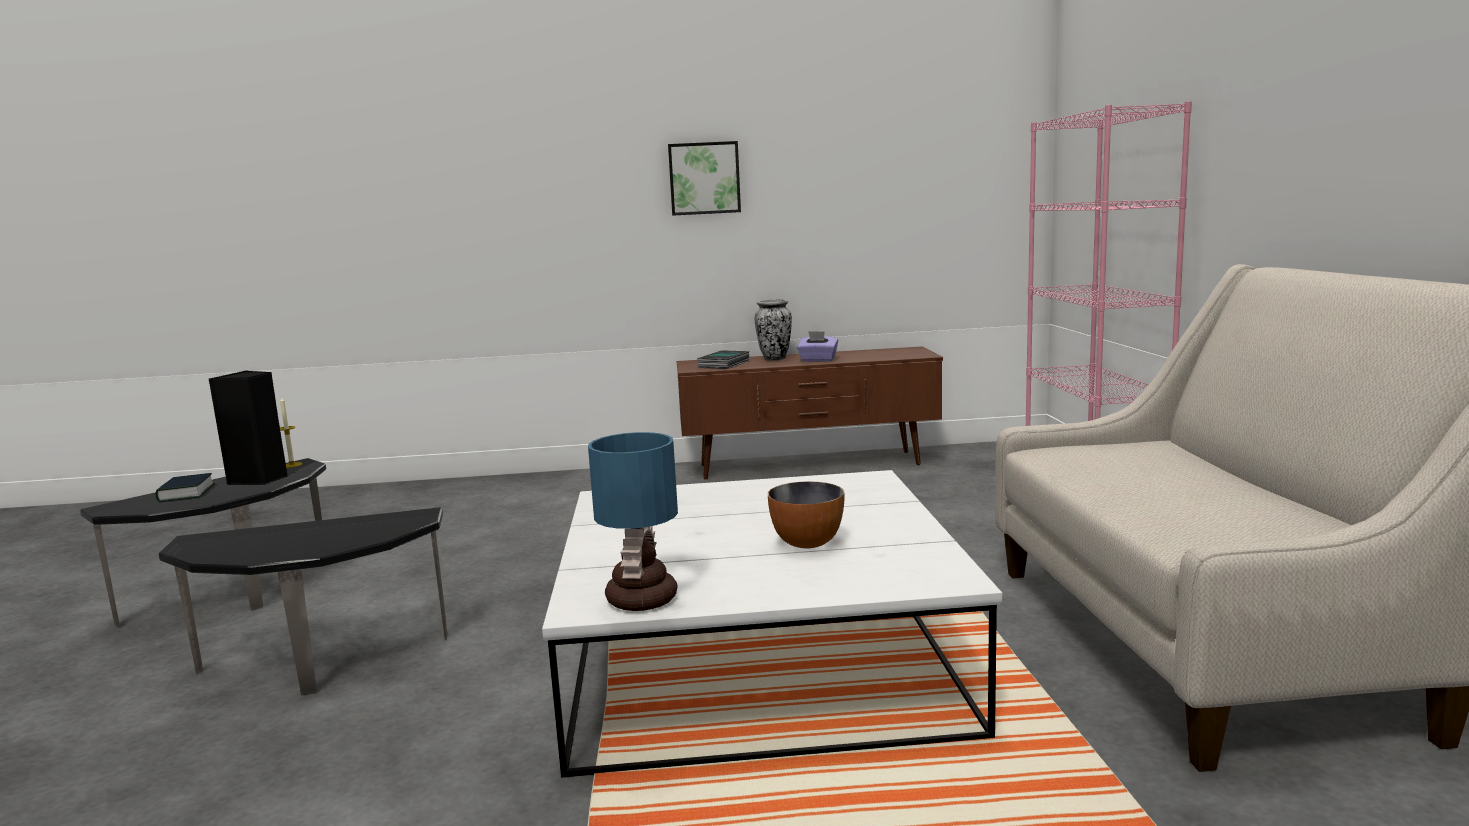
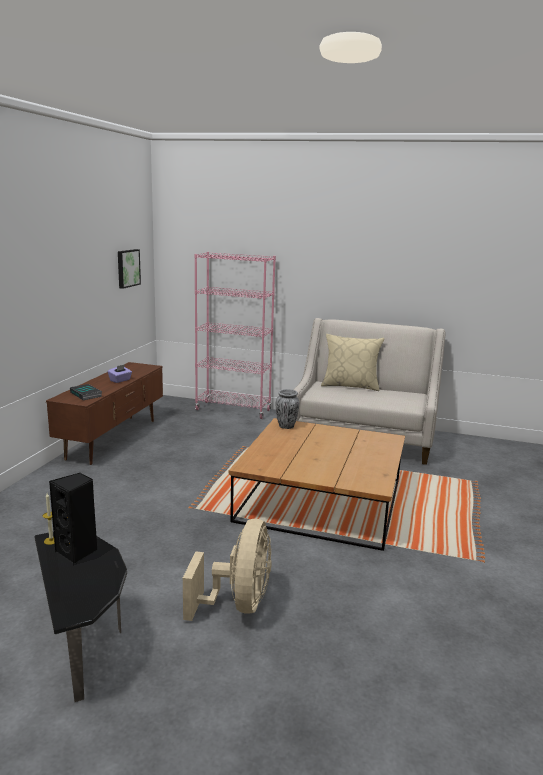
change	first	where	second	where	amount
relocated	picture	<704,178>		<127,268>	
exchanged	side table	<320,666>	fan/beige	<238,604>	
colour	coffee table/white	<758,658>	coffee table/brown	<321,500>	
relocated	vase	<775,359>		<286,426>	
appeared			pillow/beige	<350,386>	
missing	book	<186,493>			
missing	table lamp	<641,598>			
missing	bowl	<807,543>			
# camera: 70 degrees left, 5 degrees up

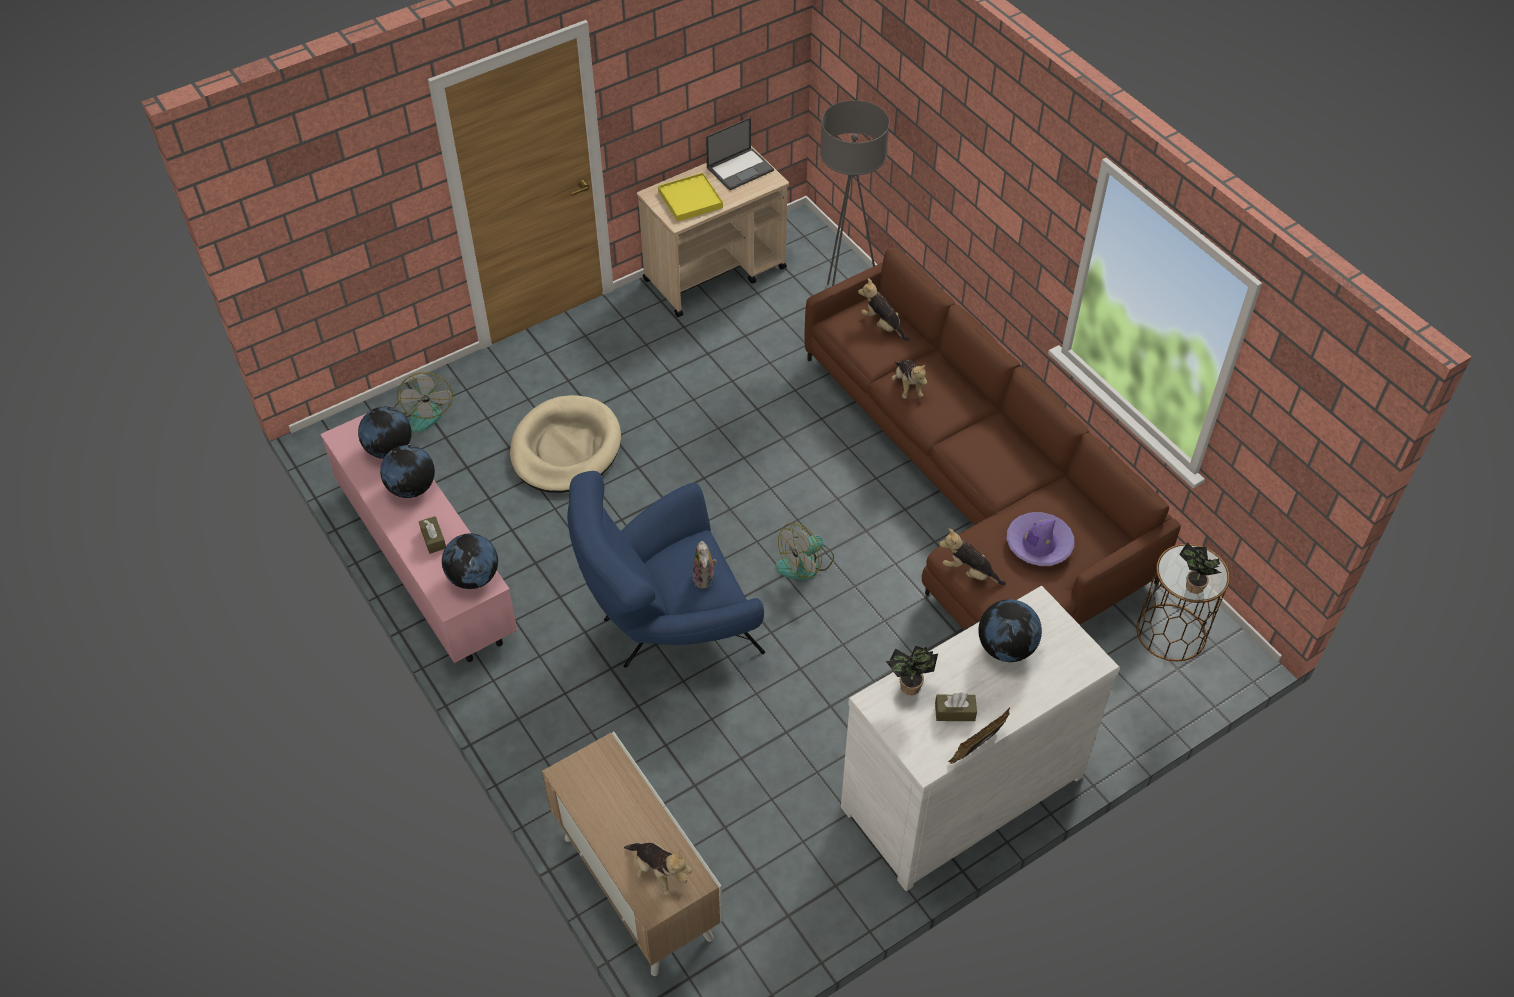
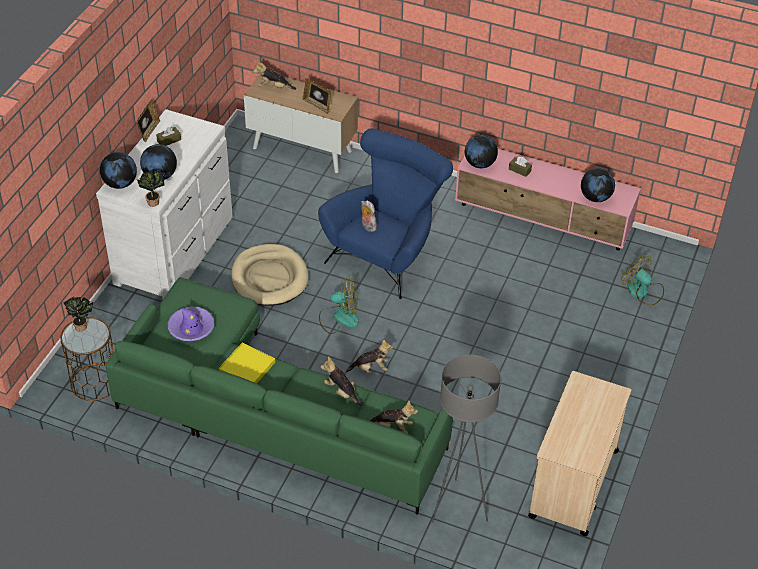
change	first	where	second	where	amount
relocated	globe	<412,488>		<120,184>	
colour	sofa/brown	<974,489>	sofa/green	<268,412>	
relocated	potted plant	<908,688>		<153,201>	
relocated	tray/yellow	<690,199>		<247,367>	
relocated	dog bed/beige	<565,448>		<269,278>	
appeared			picture frame	<317,105>	
spun	fan	<805,563>		<339,317>	75 degrees clockwise
relocated	plush toy	<969,572>		<371,368>	
missing	laptop	<740,168>			
# camera: 145 degrees right, 5 degrees down

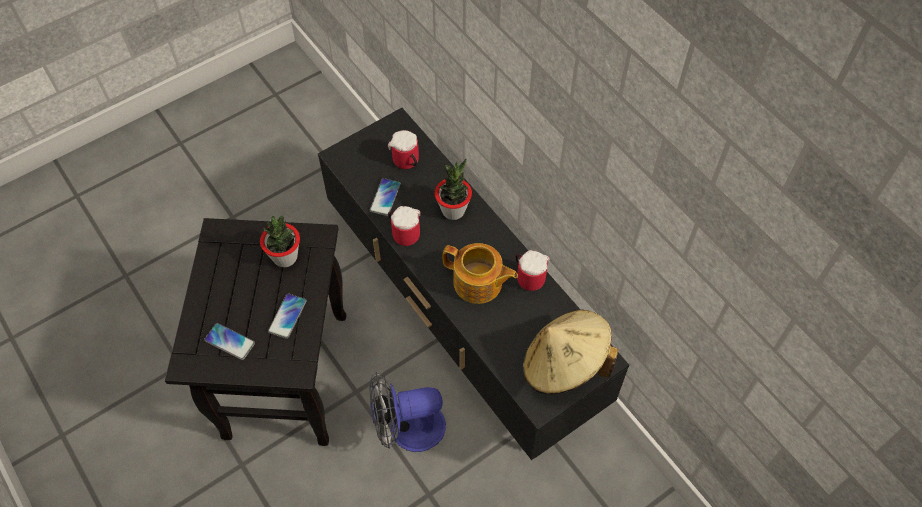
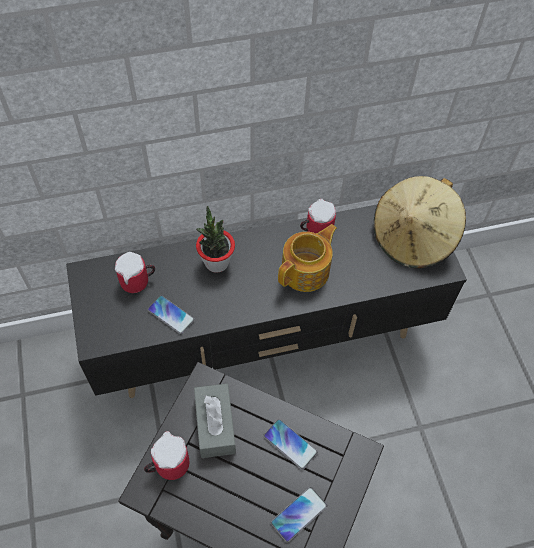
change	first	where	second	where	amount
relocated	mug	<404,232>		<167,464>	
exchanged	potted plant	<285,257>	tissue box/grey	<215,425>	
missing	fan	<407,429>			
# camera: 70 degrees left, 0 degrees up

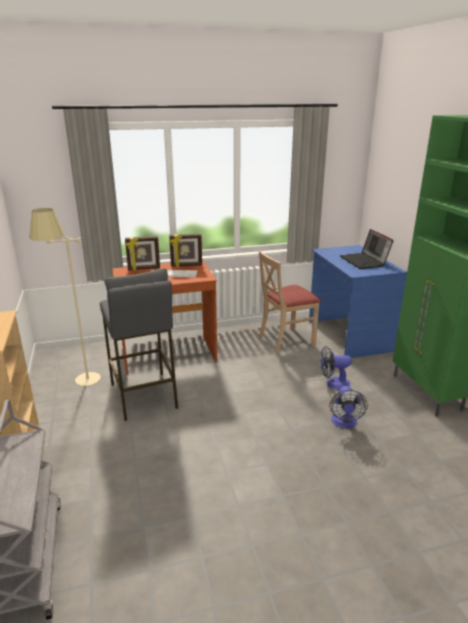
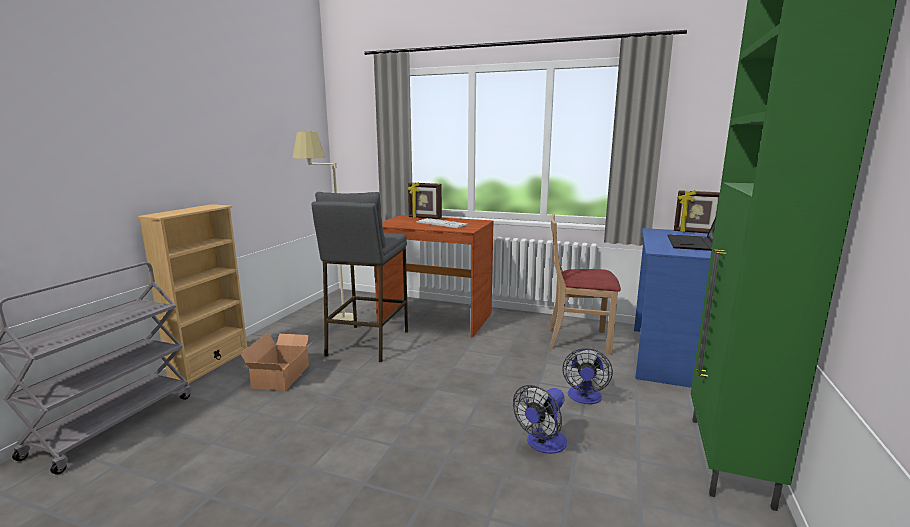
change	first	where	second	where	amount
appeared			cardboard box	<284,376>	
spun	fan	<333,383>		<584,398>	105 degrees counterclockwise
relocated	picture frame	<186,265>		<695,232>	
# camera: 35 degrees right, 10 degrees down

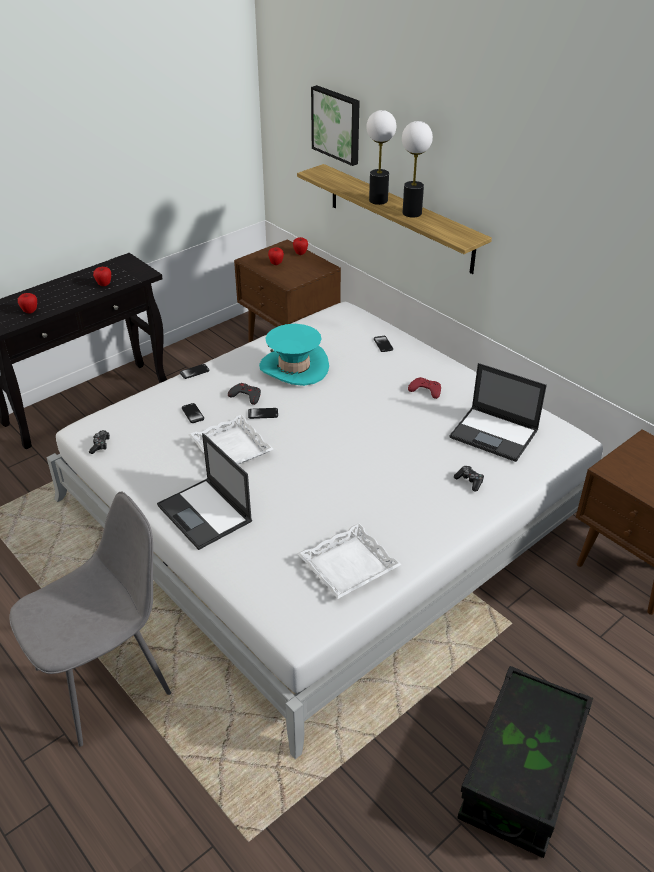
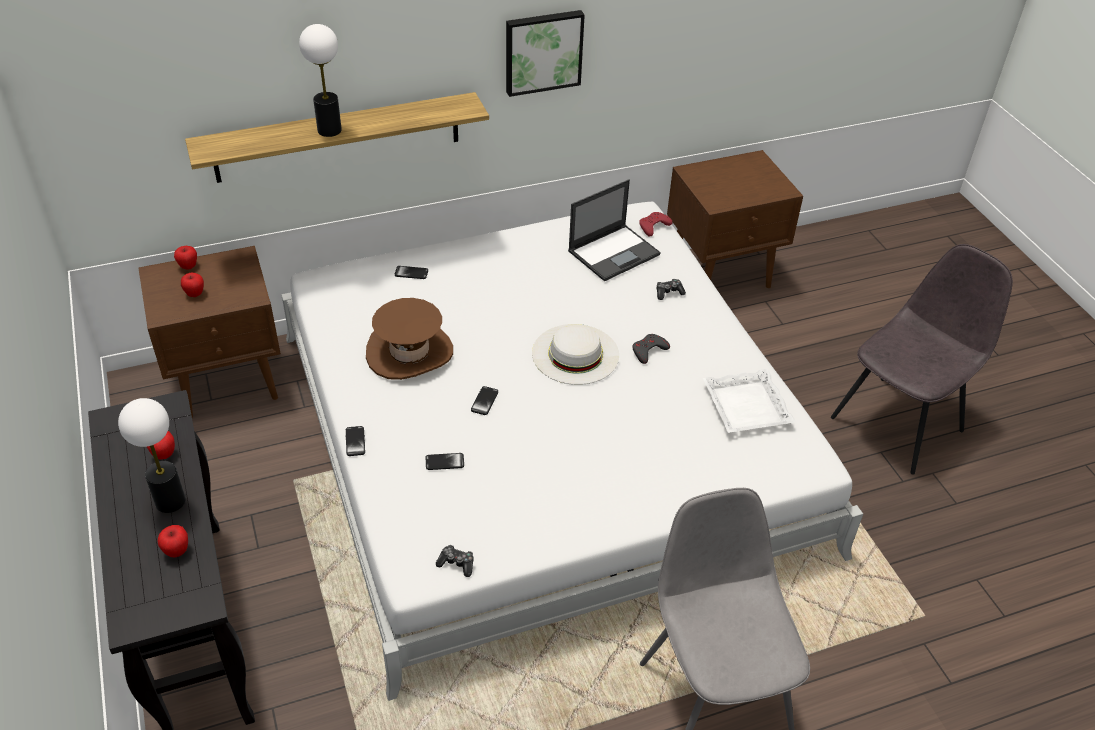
change	first	where	second	where	amount
relocated	table lamp	<411,213>		<169,501>	
colour	hat/turquoise	<294,367>	hat/brown	<409,352>	
relocated	picture	<337,124>		<543,51>	
appeared			hat/white	<575,354>	
relocated	game controller/grey	<246,396>		<648,351>	
relocated	game controller/red	<425,390>		<653,226>	
exchanged	storage box/black	<521,776>	chair/grey	<899,422>	
missing	laptop	<205,514>			
missing	tray/white	<231,448>			
# camera: 70 degrees left, 5 degrees up

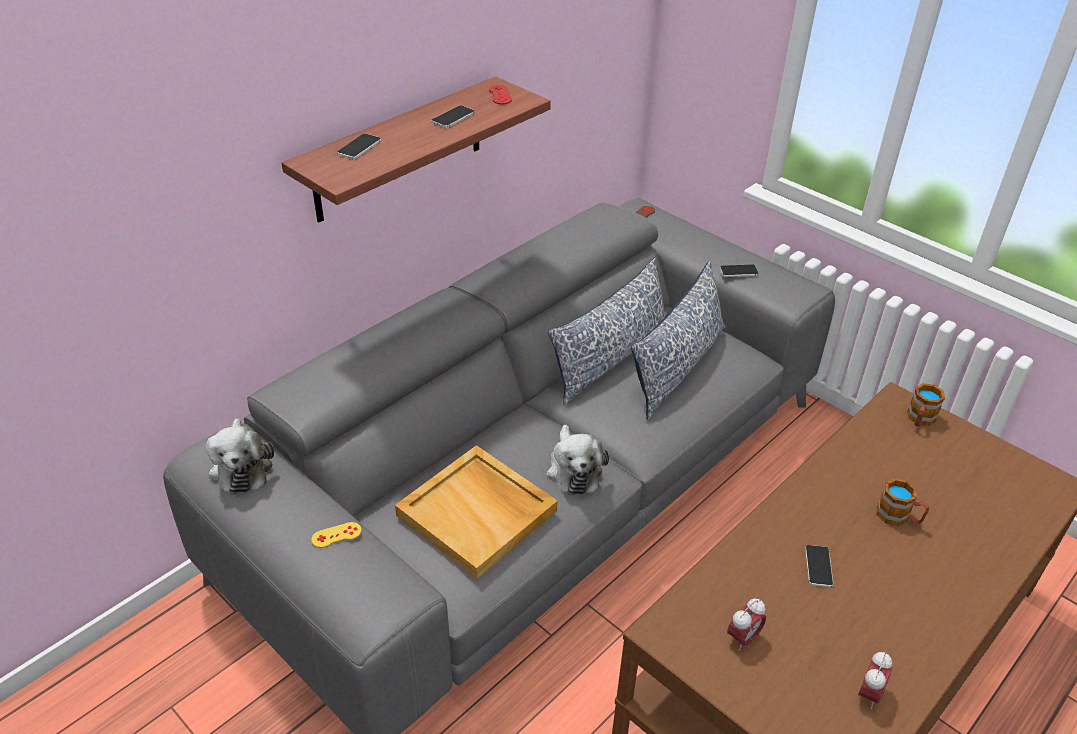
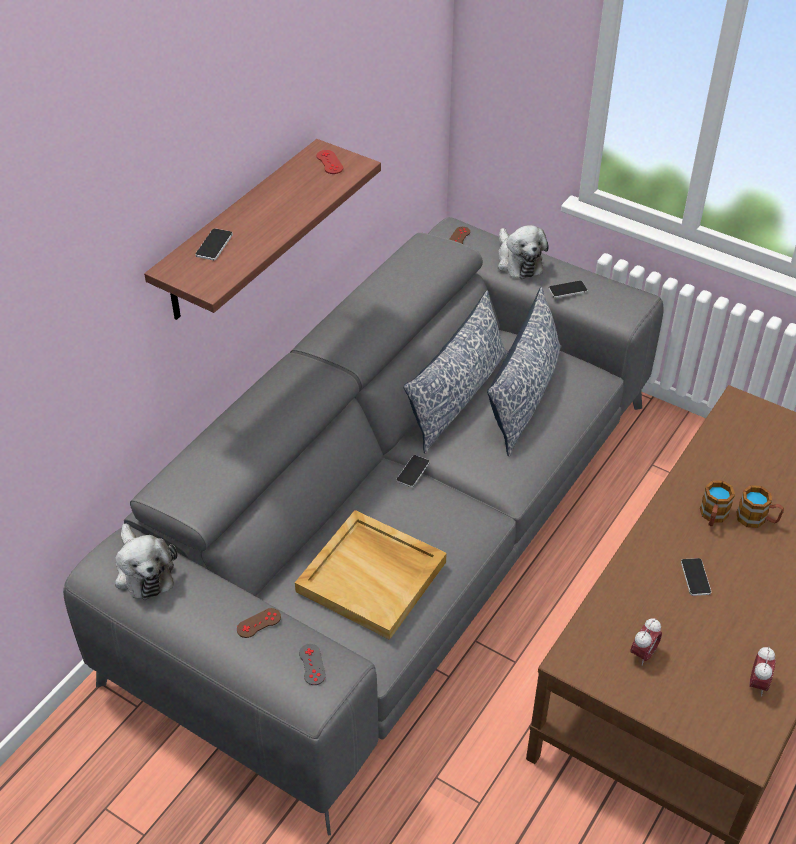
change	first	where	second	where	amount
colour	game controller/yellow	<336,535>	game controller/brown	<259,623>	
appeared			game controller/grey	<312,664>	
relocated	phone	<453,117>		<413,471>	
relocated	plush toy	<573,470>		<518,261>	
relocated	mug	<919,420>		<712,516>	
# camera: 10 degrees left, 5 degrees up

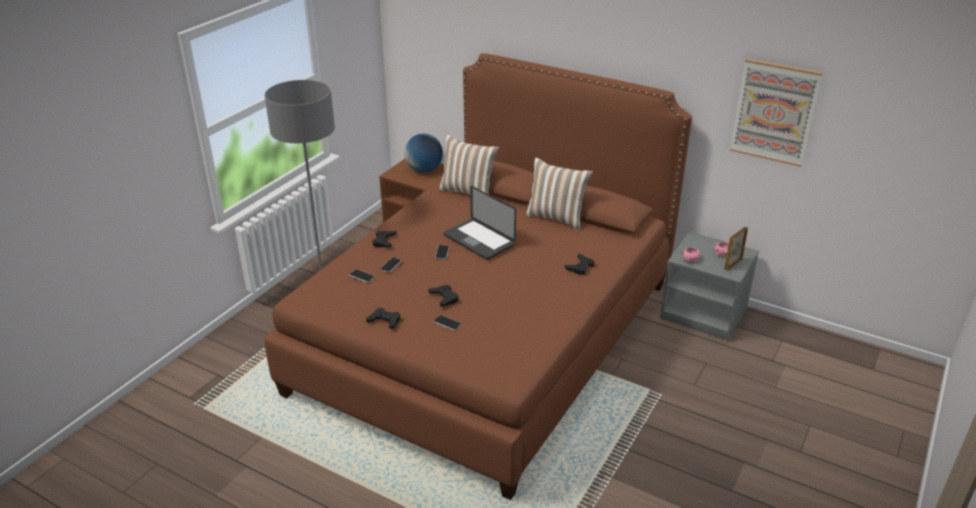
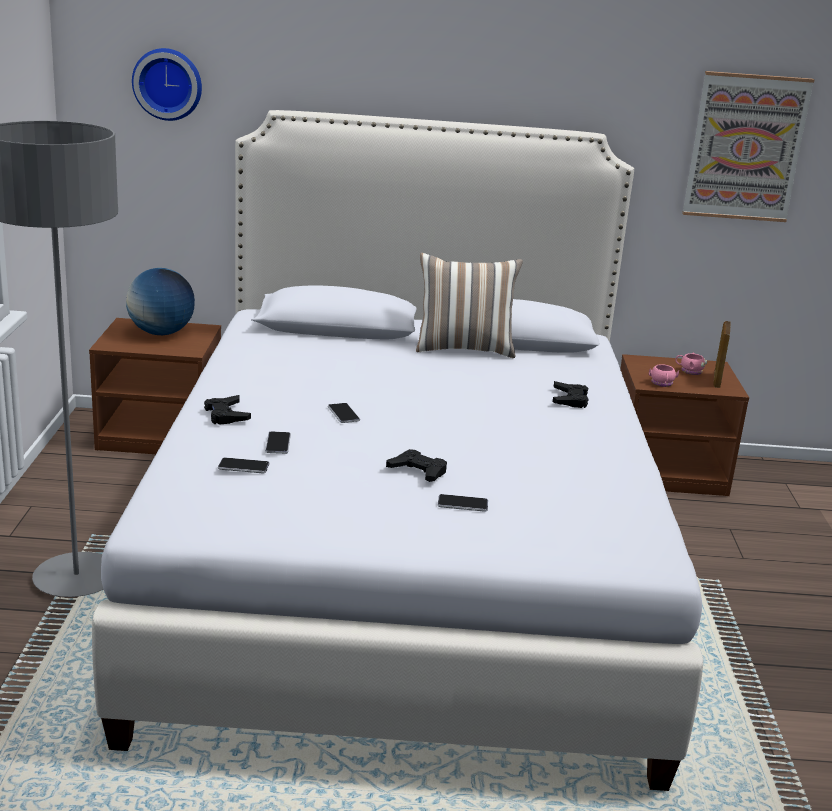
change	first	where	second	where	amount
colour	bed/brown	<487,335>	bed/white	<403,563>	
appeared			wall clock	<168,84>	
colour	nightstand/grey	<704,313>	nightstand/brown	<667,472>	
missing	game controller/black	<384,321>			
missing	pillow	<468,192>			
missing	laptop	<479,240>			
# camera: 30 degrees left, 10 degrees down

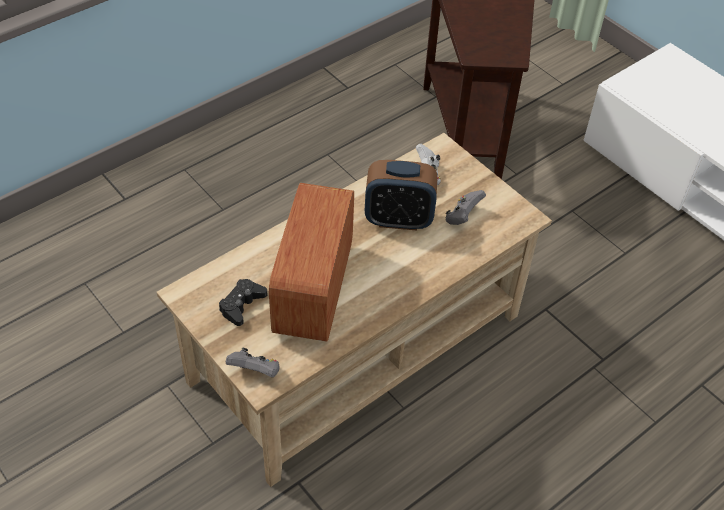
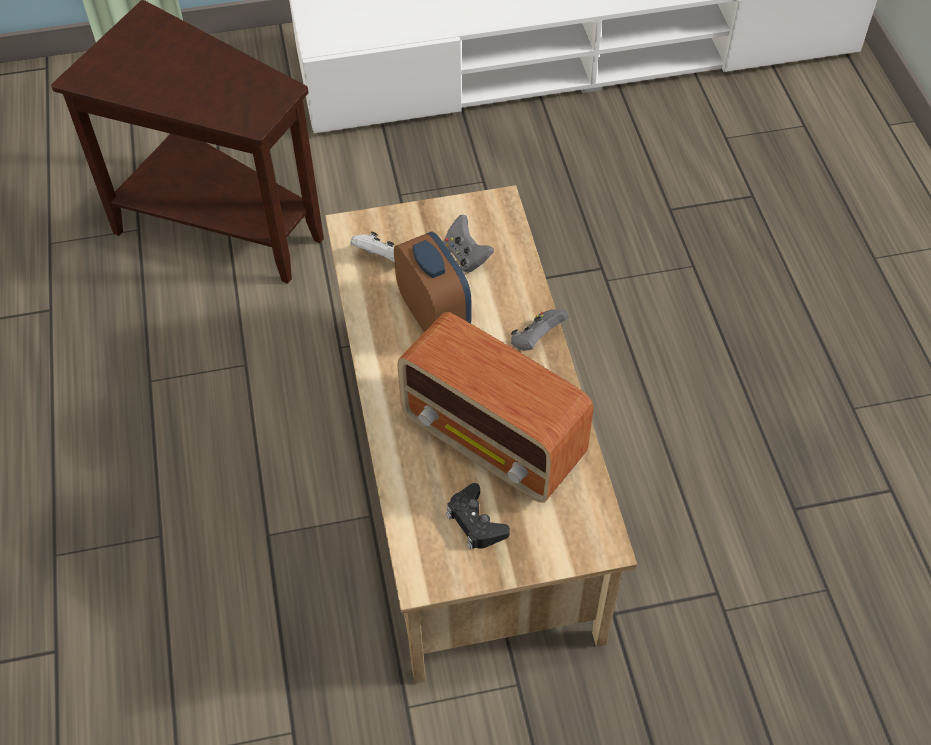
change	first	where	second	where	amount
spun	alarm clock	<398,219>		<434,315>	60 degrees counterclockwise
relocated	game controller/grey	<255,372>		<536,340>	
# camera: 60 degrees left, 5 degrees up

